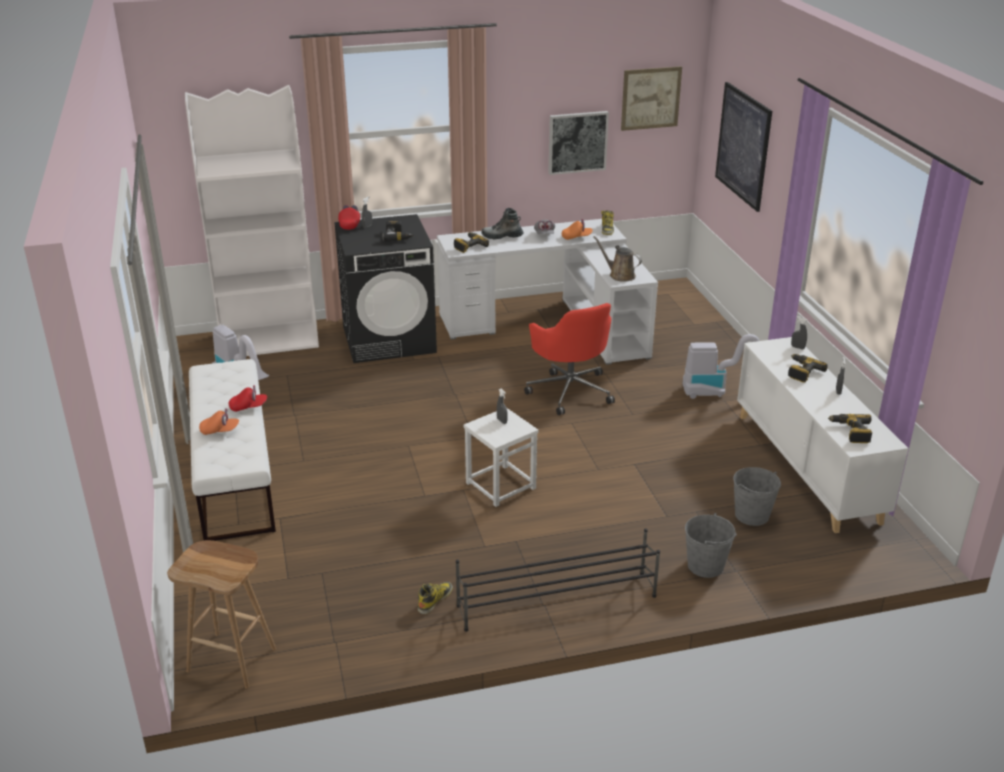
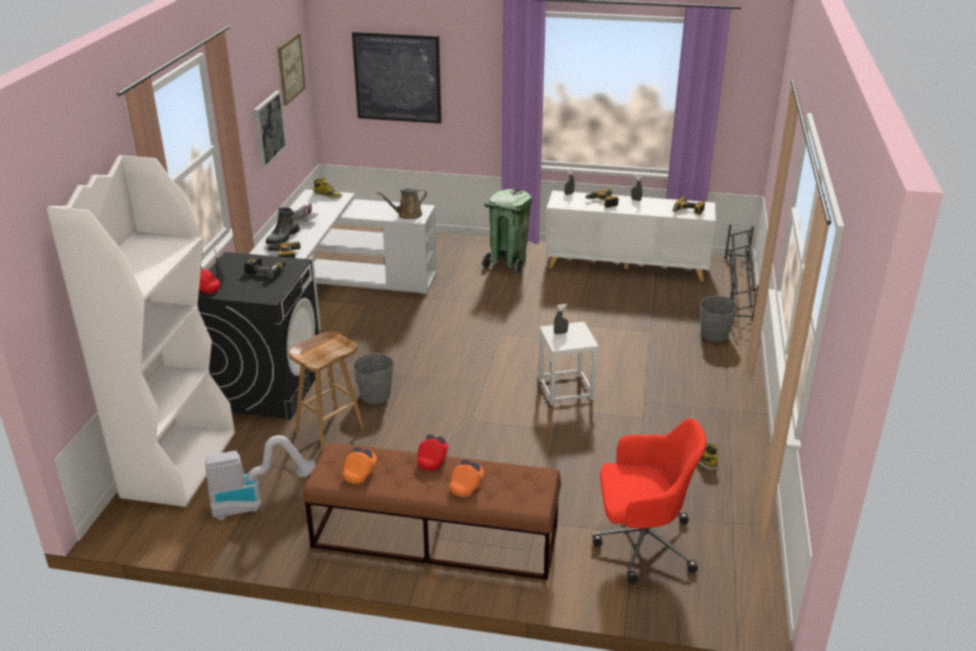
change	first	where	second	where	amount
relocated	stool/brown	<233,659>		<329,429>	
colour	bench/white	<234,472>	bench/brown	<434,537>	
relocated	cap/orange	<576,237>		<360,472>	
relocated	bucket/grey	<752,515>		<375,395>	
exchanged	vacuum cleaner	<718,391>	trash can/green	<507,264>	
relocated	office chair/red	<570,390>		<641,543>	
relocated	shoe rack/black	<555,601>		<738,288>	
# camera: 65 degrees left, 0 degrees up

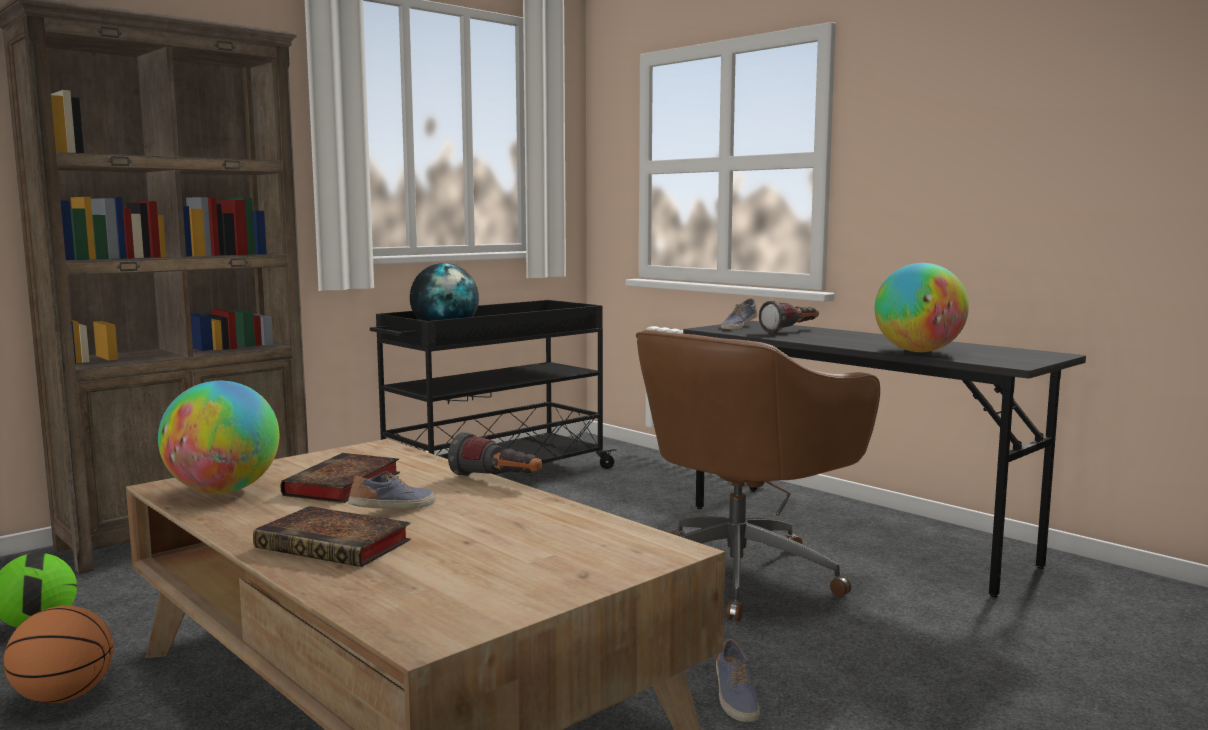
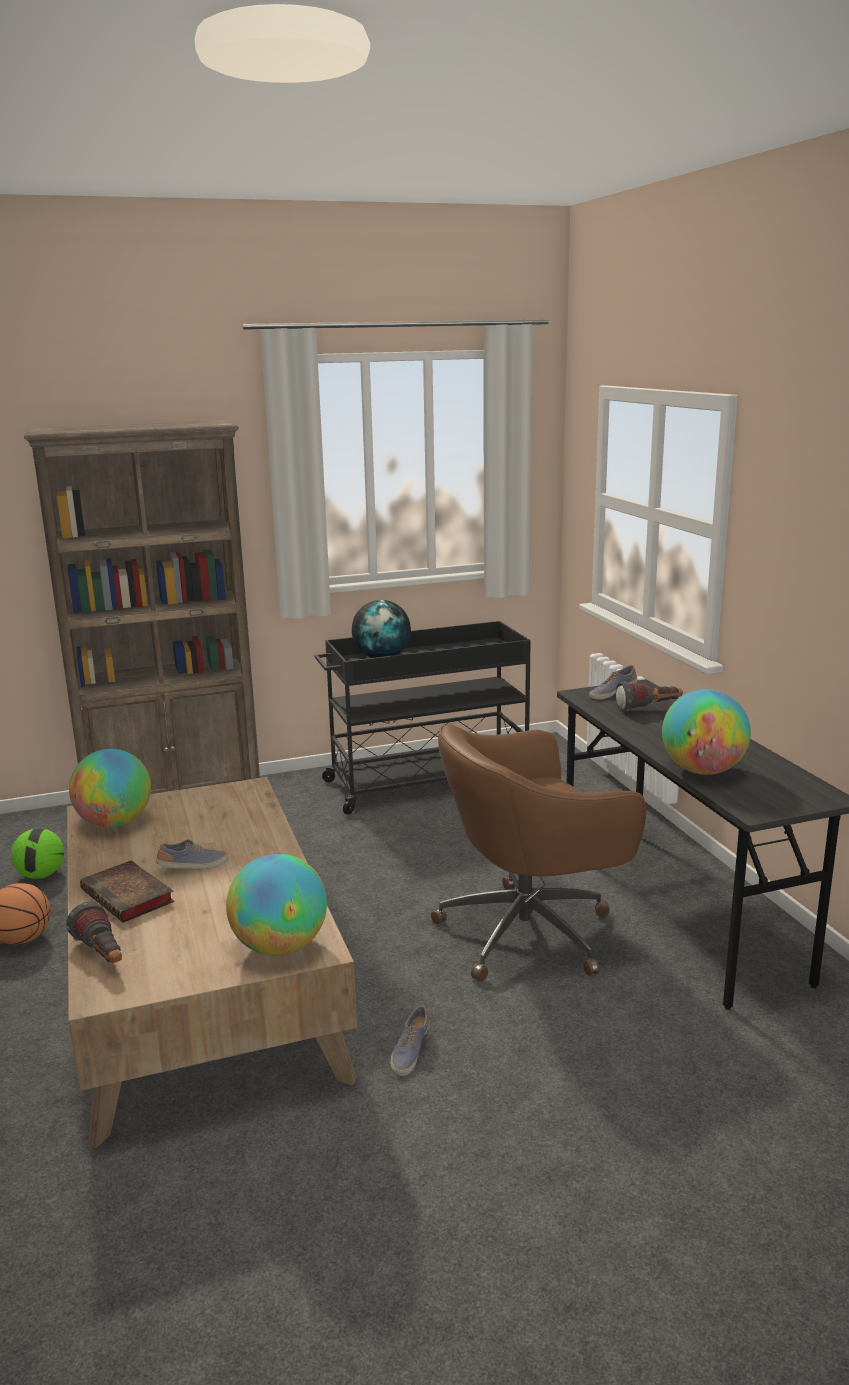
change	first	where	second	where	amount
relocated	flashlight	<497,481>		<102,955>	
appeared			globe	<280,947>	
missing	book	<342,486>			
# camera: 25 degrees right, 10 degrees up

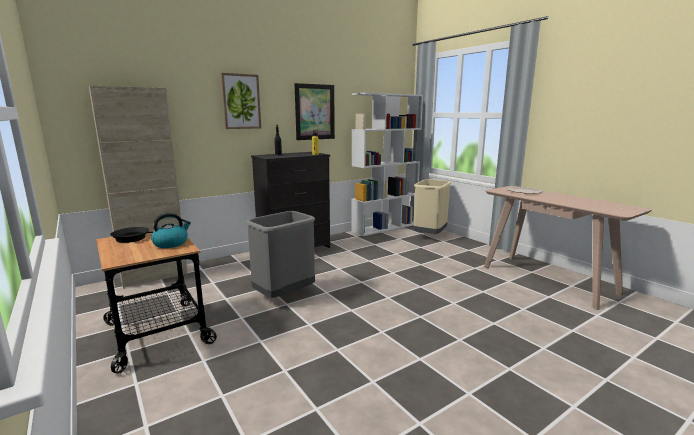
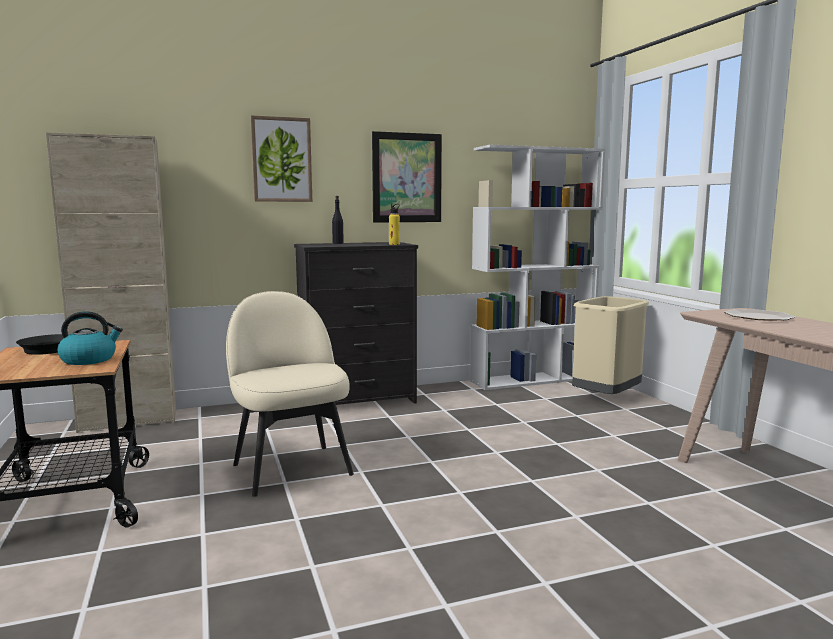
change	first	where	second	where	amount
exchanged	trash can/grey	<284,295>	chair/beige	<291,468>	
# camera: 15 degrees right, 5 degrees down

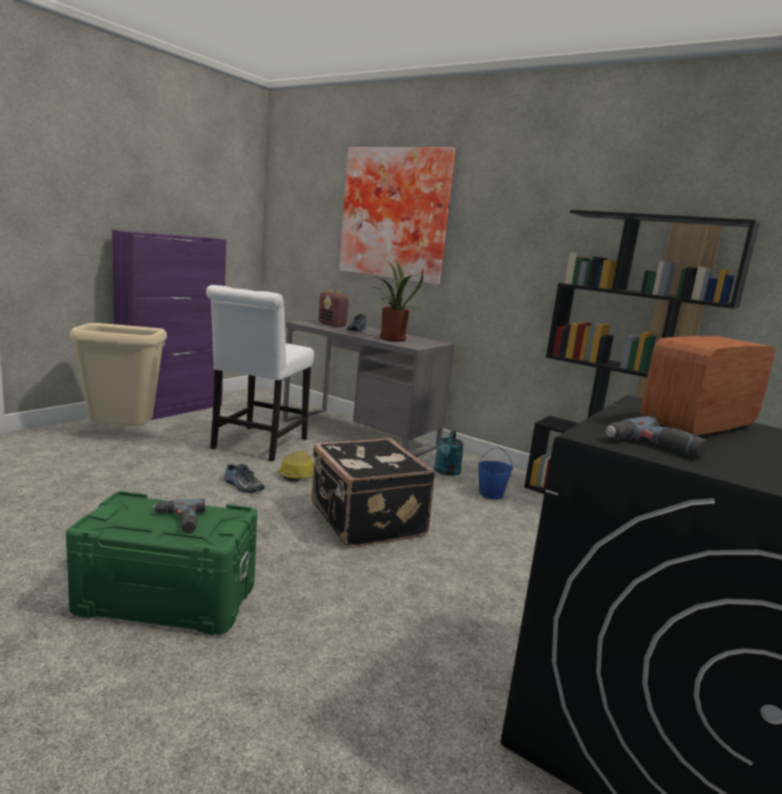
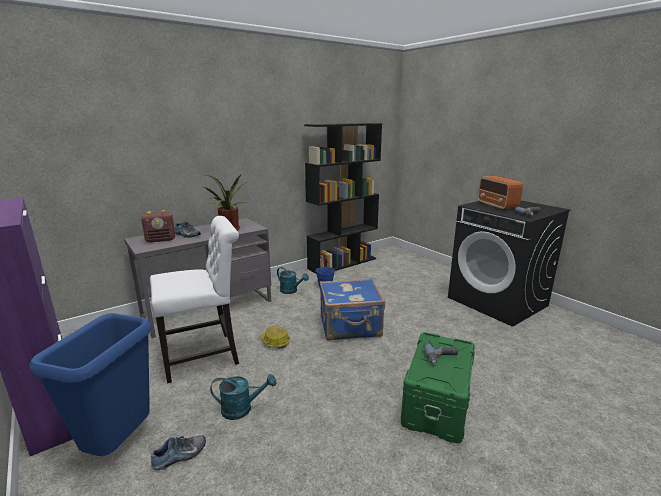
change	first	where	second	where	amount
colour	trash can/beige	<122,435>	trash can/blue	<119,444>	
spun	chair/white	<257,445>		<205,355>	60 degrees counterclockwise
relocated	shoe	<242,486>		<180,456>	
appeared			watering can/turquoise	<242,409>	
colour	suitcase/black	<365,521>	suitcase/blue	<350,327>	
missing	picture	<396,214>			
# camera: 70 degrees left, 5 degrees up

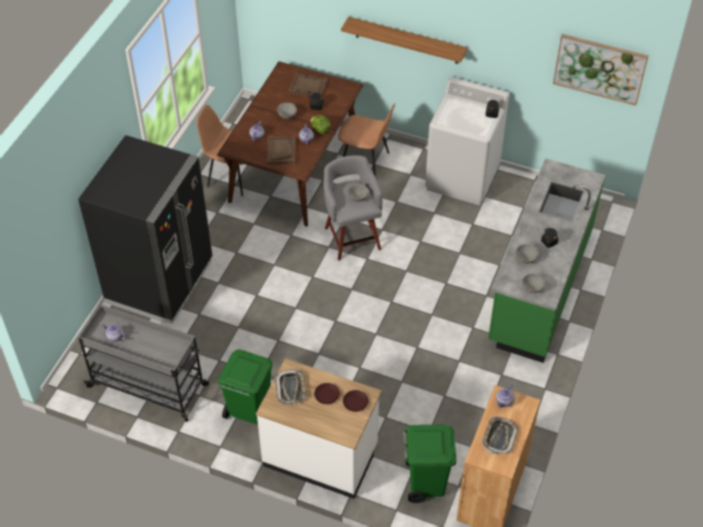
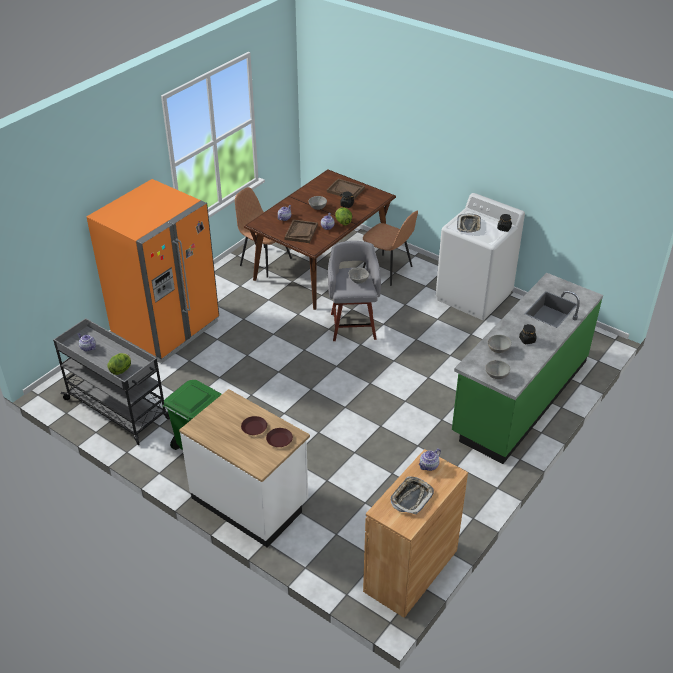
change	first	where	second	where	amount
colour	fridge/black	<160,282>	fridge/orange	<166,329>	
appeared			lettuce	<121,370>	
relocated	tray	<291,388>		<469,225>	
missing	shelf	<406,40>			
missing	trash can/green	<425,482>			
missing	picture	<599,68>			
# camera: 15 degrees right, 10 degrees down

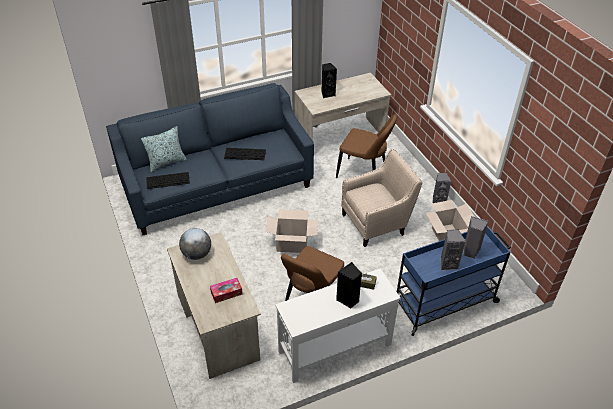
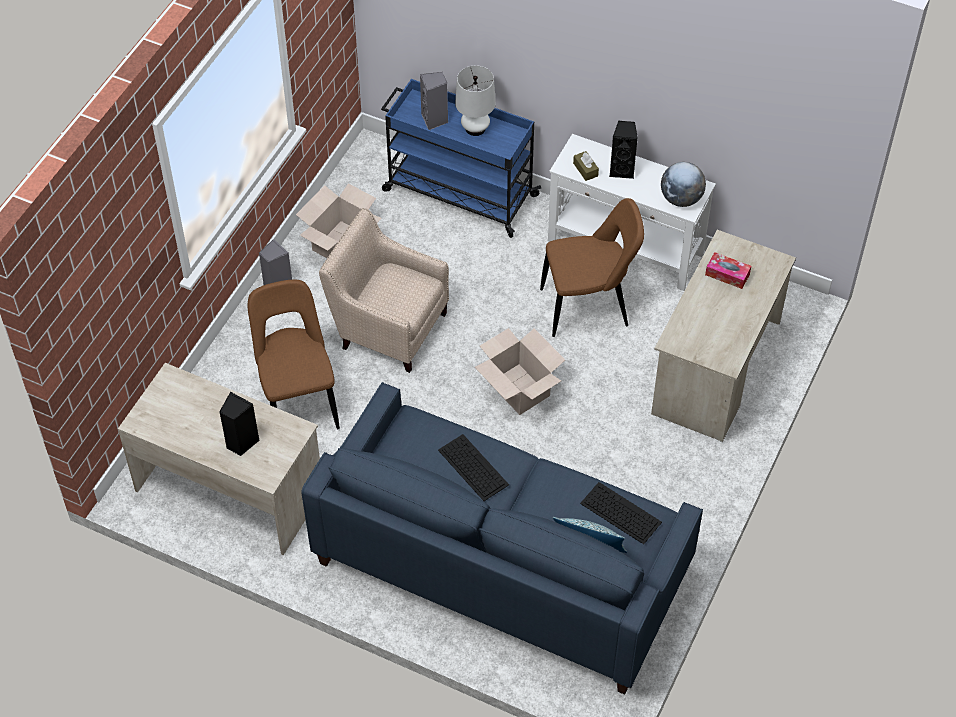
change	first	where	second	where	amount
exchanged	speaker/grey	<448,264>	table lamp/white	<475,128>	
relocated	globe	<196,254>		<681,199>	
# camera: 130 degrees left, 10 degrees up

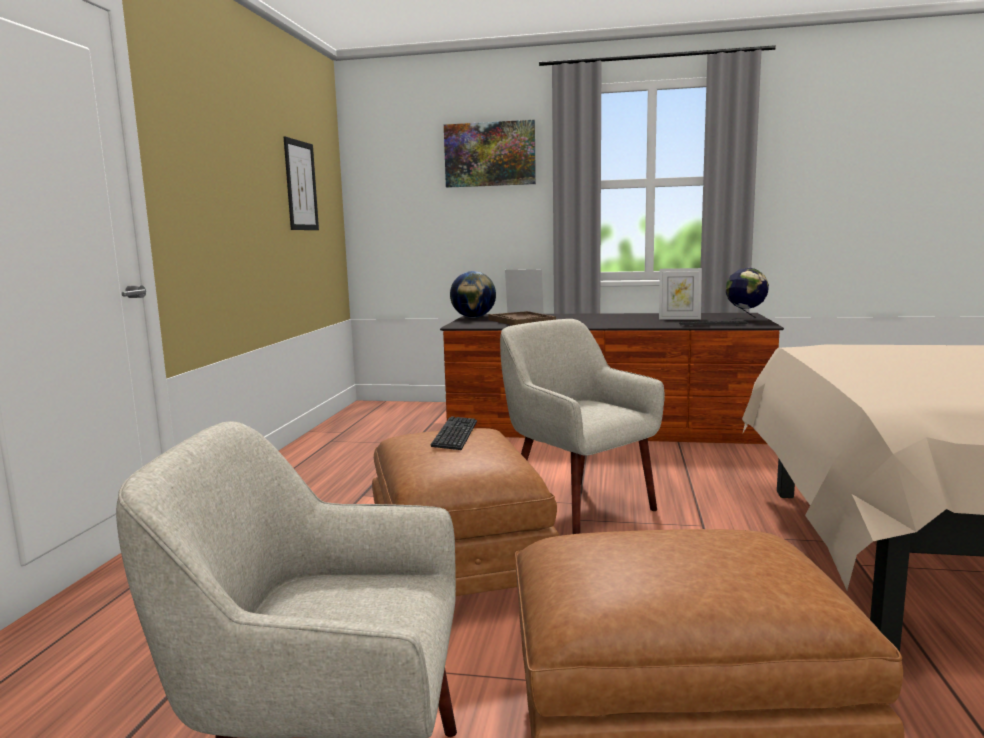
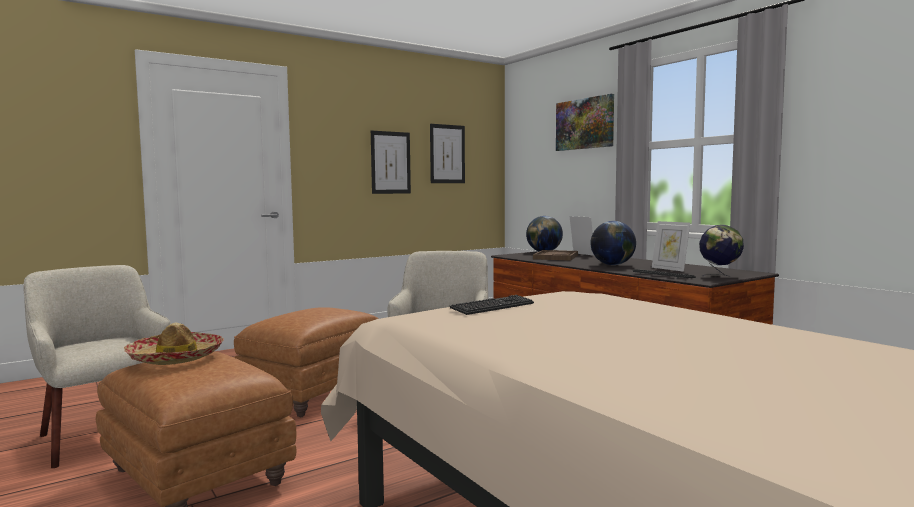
change	first	where	second	where	amount
appeared			hat	<176,357>	
appeared			picture	<390,162>	
relocated	keyboard	<455,435>		<492,307>	
appeared			globe	<612,265>	
# camera: 45 degrees right, 5 degrees down

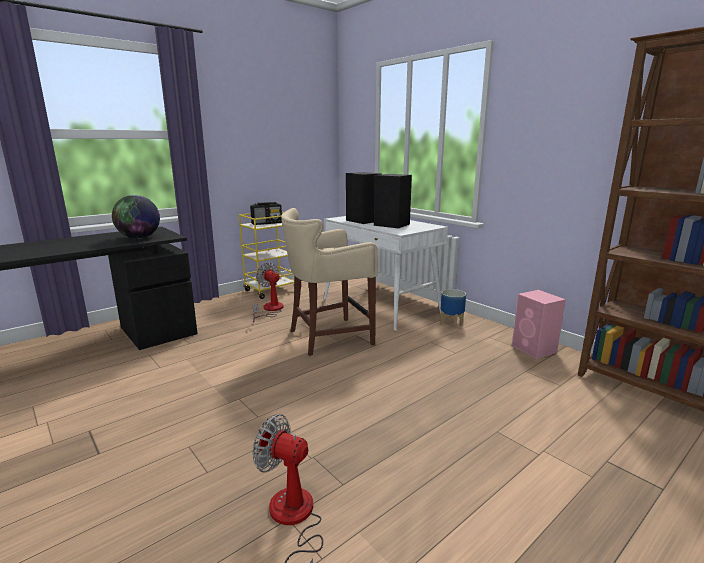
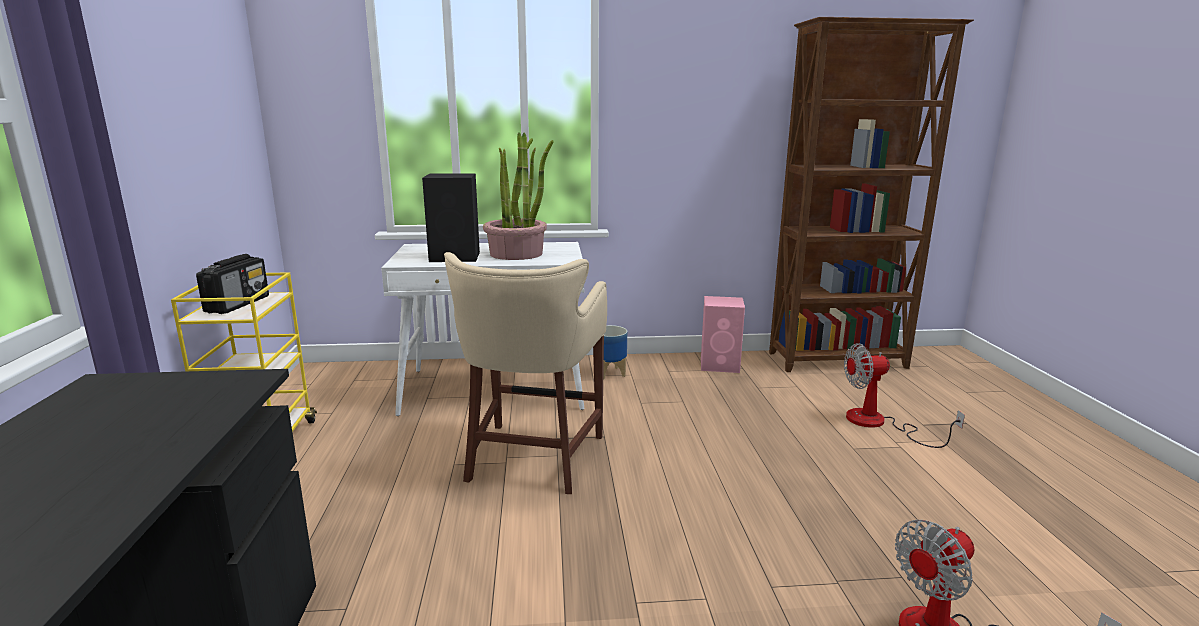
change	first	where	second	where	amount
exchanged	speaker/black	<392,225>	potted plant	<517,254>	
relocated	fan	<270,310>		<878,424>	
missing	globe	<139,238>			
# camera: 55 degrees left, 0 degrees up

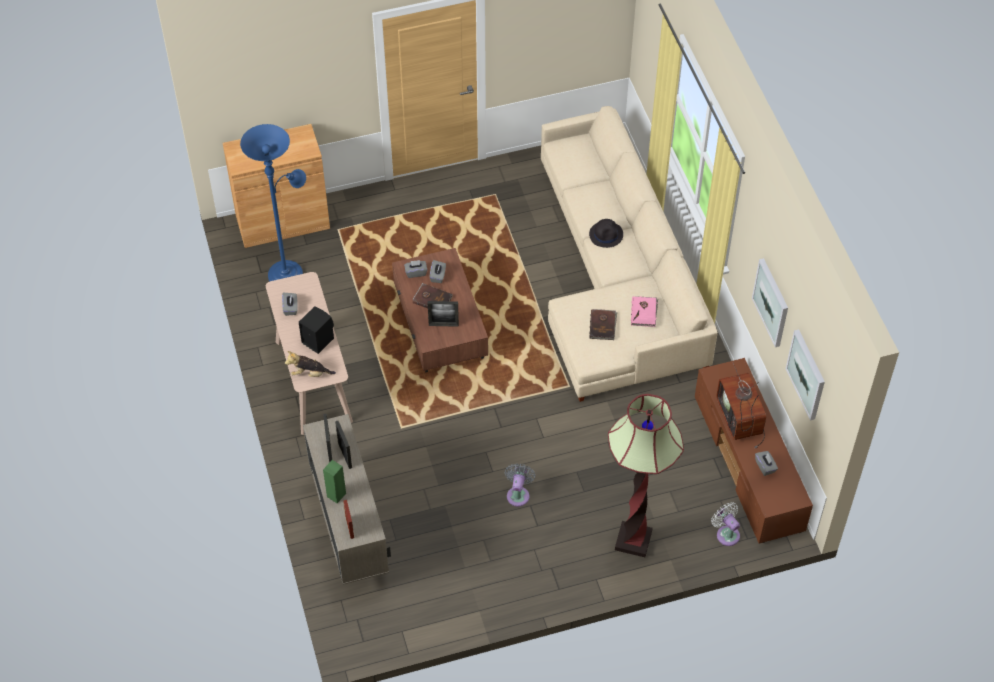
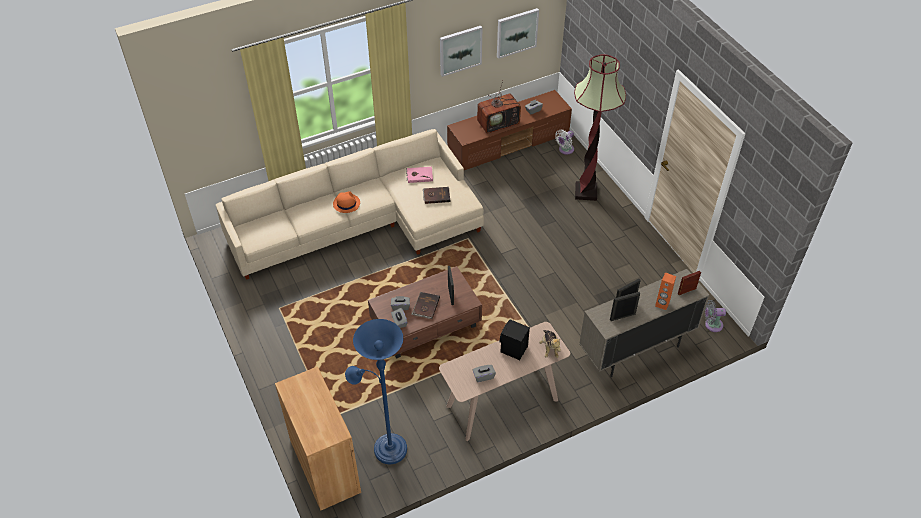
change	first	where	second	where	amount
colour	hat/black	<606,234>	hat/orange	<346,203>	
colour	speaker/green	<336,495>	speaker/orange	<662,304>	
relocated	fan/grey	<518,494>		<711,325>	
# camera: 100 degrees left, 5 degrees down

